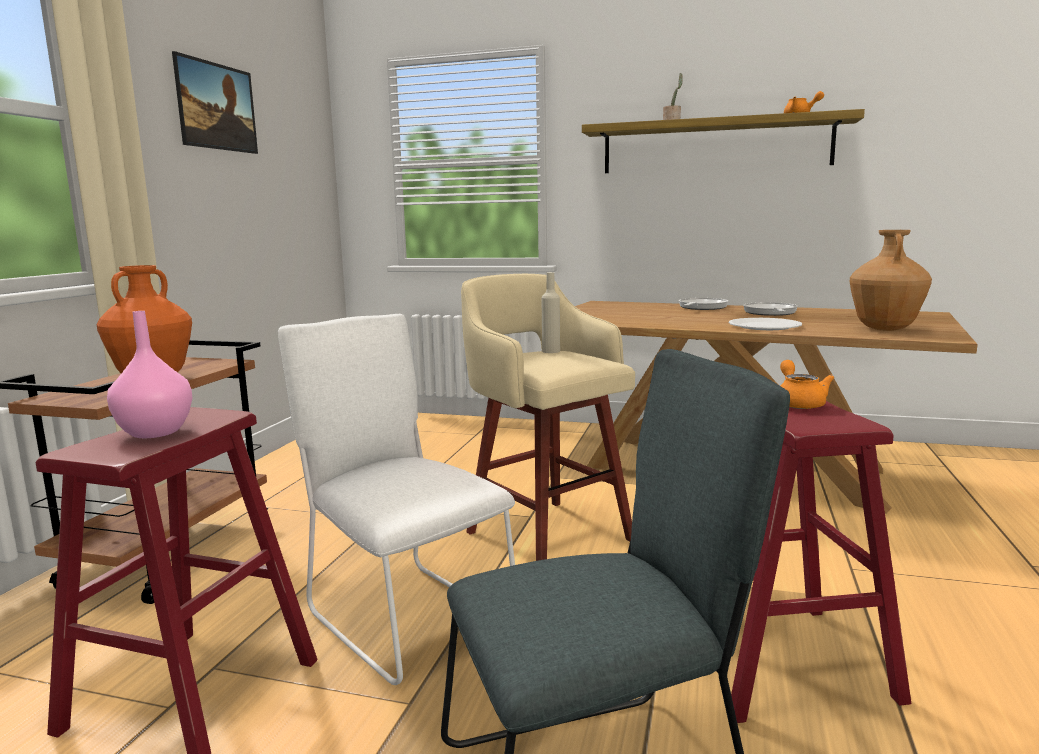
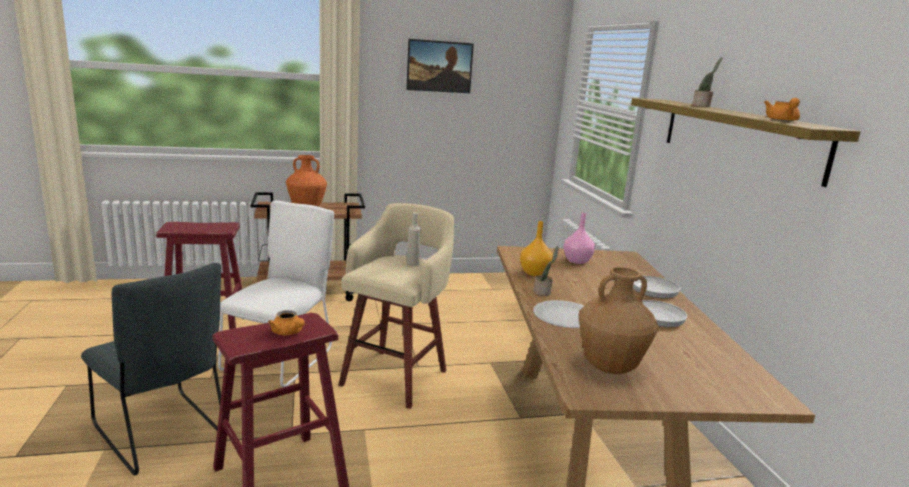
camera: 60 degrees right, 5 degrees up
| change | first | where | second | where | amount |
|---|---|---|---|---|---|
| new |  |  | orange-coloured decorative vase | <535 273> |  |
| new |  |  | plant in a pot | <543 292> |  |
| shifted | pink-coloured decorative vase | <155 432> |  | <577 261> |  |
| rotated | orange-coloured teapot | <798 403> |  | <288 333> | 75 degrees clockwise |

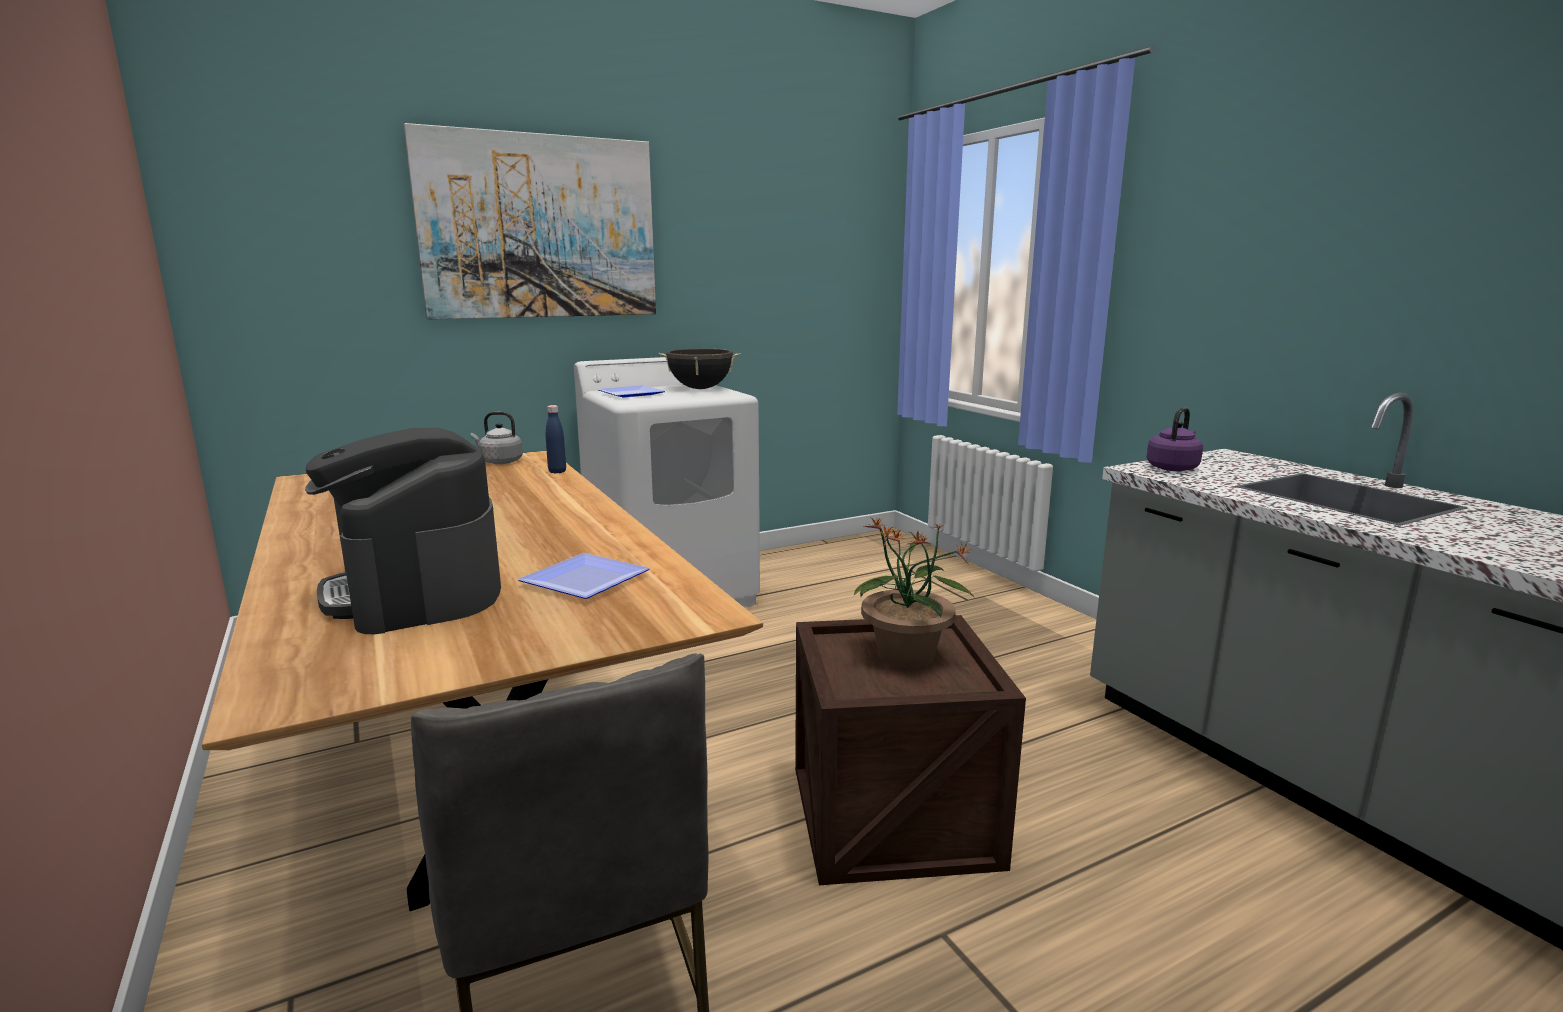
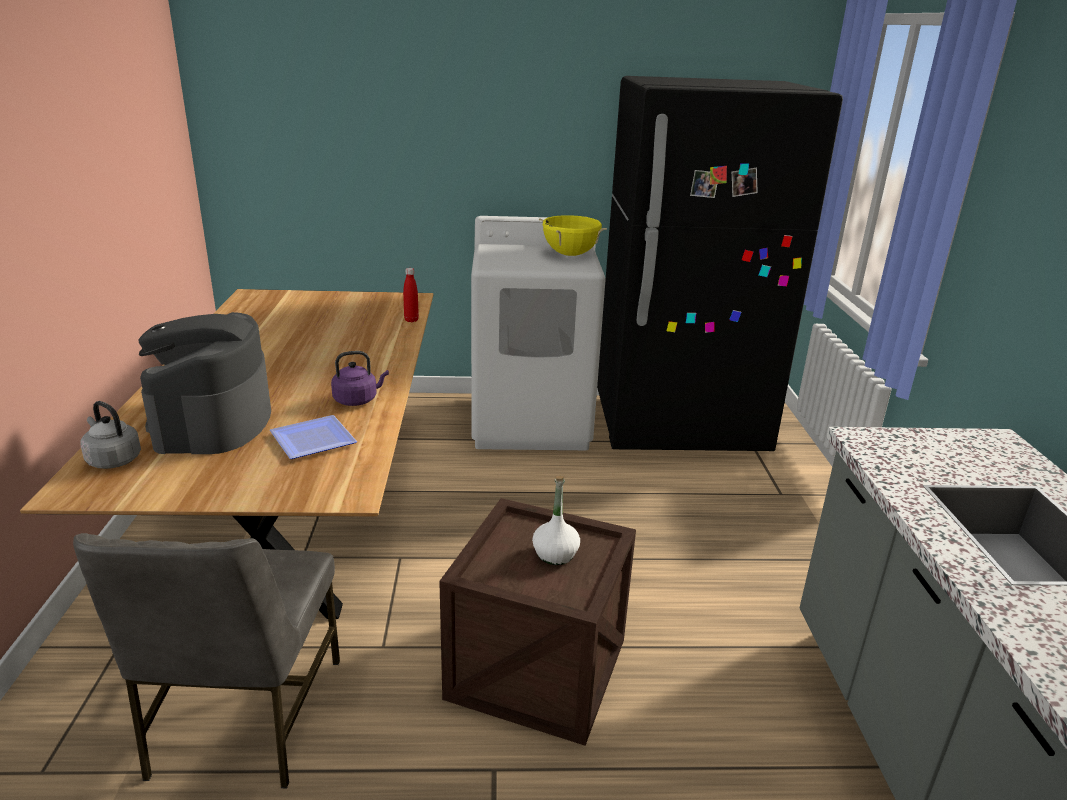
camera: 25 degrees right, 10 degrees up
| change | first | where | second | where | amount |
|---|---|---|---|---|---|
| gone | picture | <540 227> |  |  |  |
| gone | plate | <628 394> |  |  |  |
| new |  |  | blackish fridge | <679 426> |  |
| shifted | grey kettle | <499 462> |  | <112 459> |  |
| shifted | purple kettle | <1173 468> |  | <358 400> |  |
| swapped | plant in a pot | <906 656> | white-coloured bottle | <555 554> |  |
| repainted | blue bottle | <557 471> | red bottle | <411 320> |  |
| repainted | blackish cooking pot | <700 388> | yellow-coloured cooking pot | <570 254> |  |

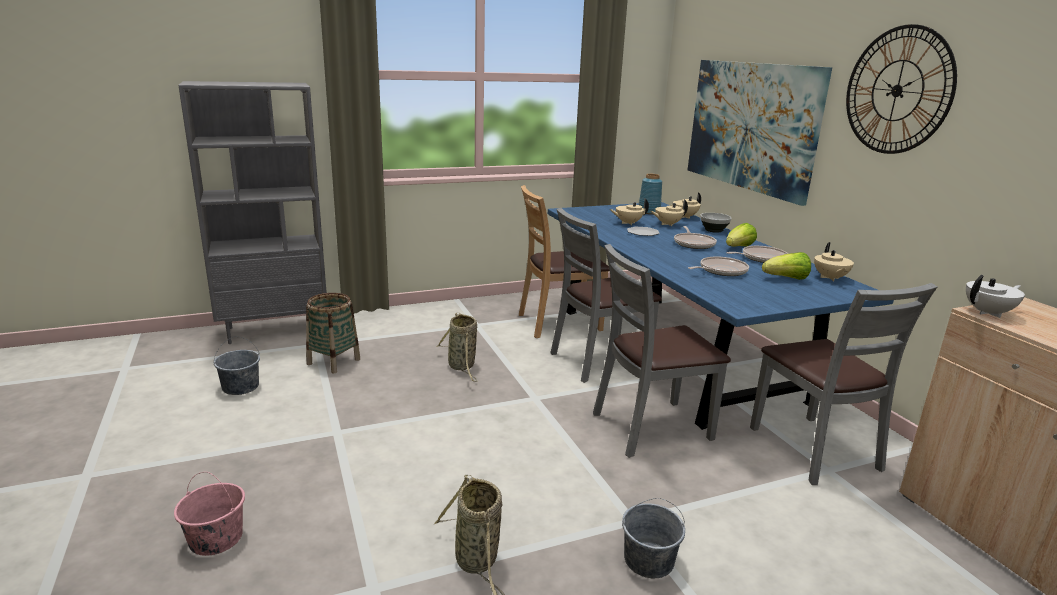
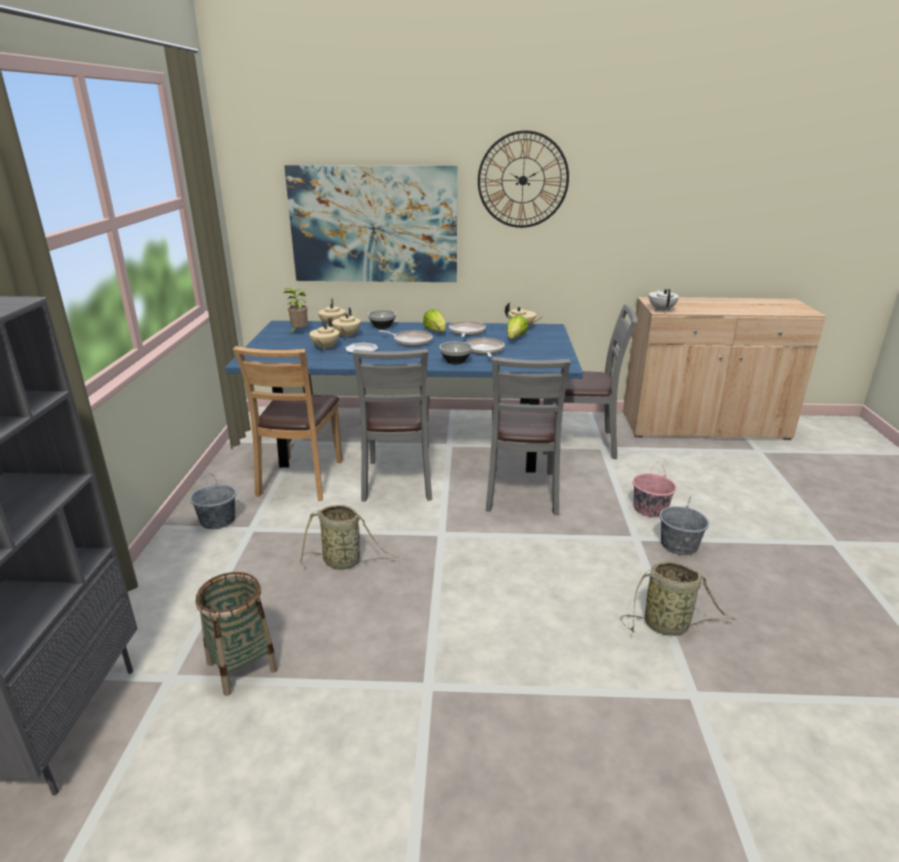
camera: 65 degrees left, 5 degrees up
| change | first | where | second | where | amount |
|---|---|---|---|---|---|
| new |  |  | serving bowl | <455 361> |  |
| shifted | pink-coloured water bucket | <215 538> |  | <650 509> |  |
| shifted | grey water bucket | <240 387> |  | <217 520> |  |
| swapped | blue decorative vase | <648 211> | plant in a pot | <298 332> |  |

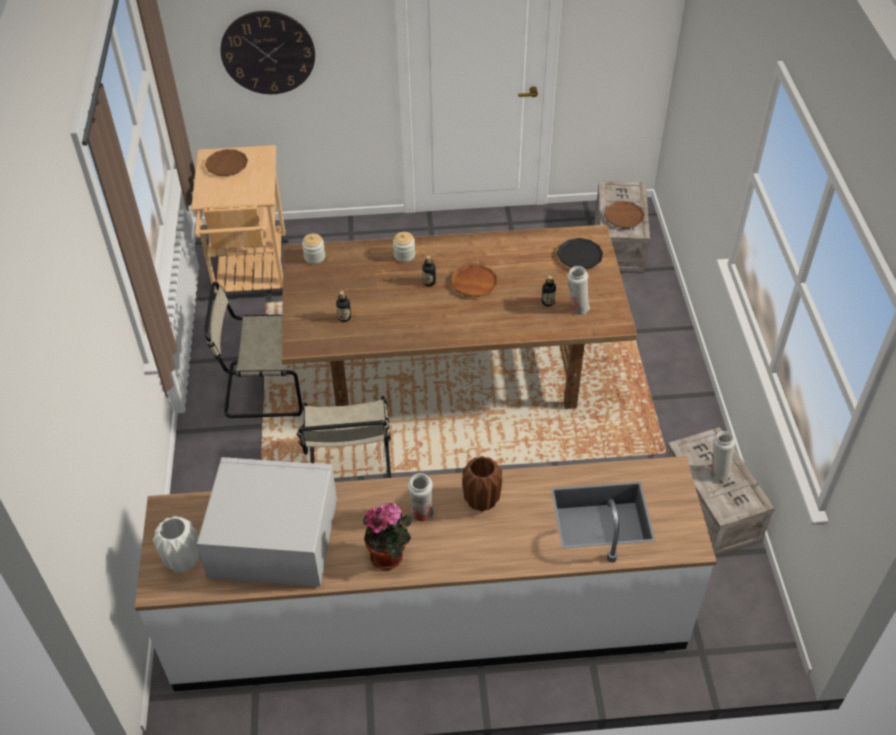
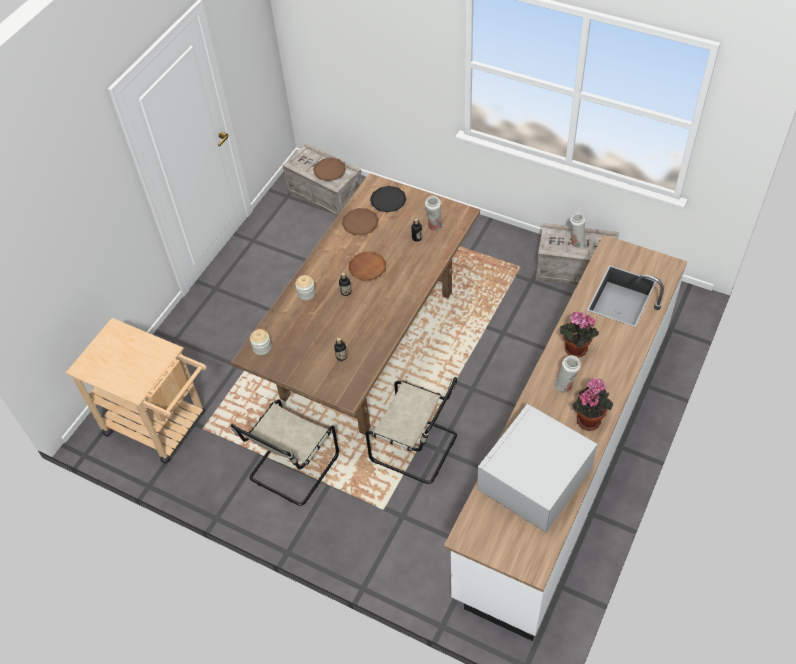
camera: 55 degrees left, 5 degrees up
| change | first | where | second | where | amount |
|---|---|---|---|---|---|
| gone | white-coloured decorative vase | <184 561> |  |  |  |
| gone | hanging clock | <268 52> |  |  |  |
| shifted | brownish plate | <227 165> |  | <360 223> |  |
| swapped | brownish decorative vase | <481 501> | plant in a pot | <574 350> |  |

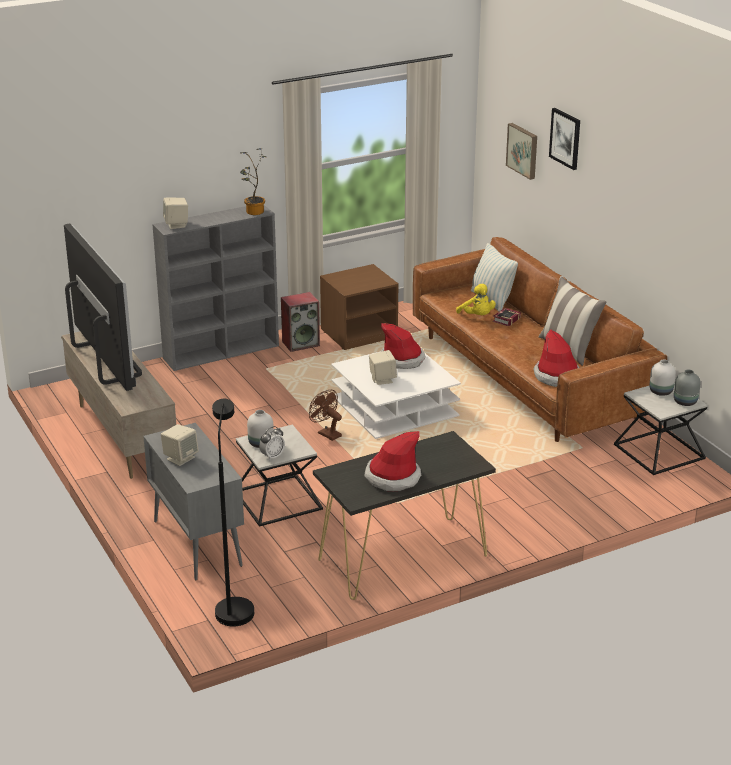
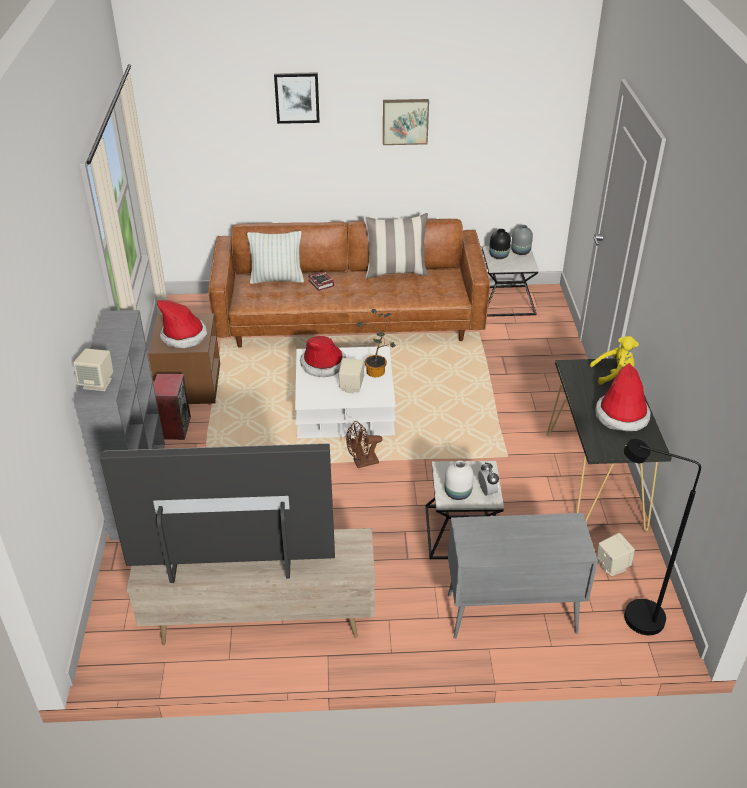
camera: 65 degrees left, 10 degrees up
| change | first | where | second | where | amount |
|---|---|---|---|---|---|
| shifted | beige loudspeaker | <180 458> |  | <612 566> |  |
| shifted | plant in a pot | <253 212> |  | <377 373> |  |
| shifted | yellow-coloured plush toy | <477 316> |  | <614 373> |  |
| shifted | picture | <523 150> |  | <405 121> |  |
| shifted | hat | <557 376> |  | <184 336> |  |
| repainted | white-coloured decorative vase | <660 391> | blackish decorative vase | <498 256> |  |

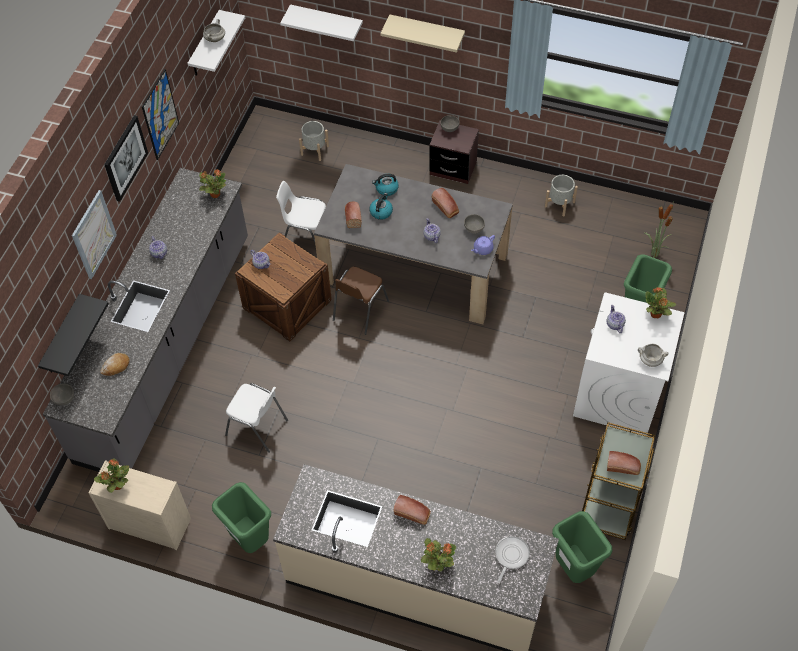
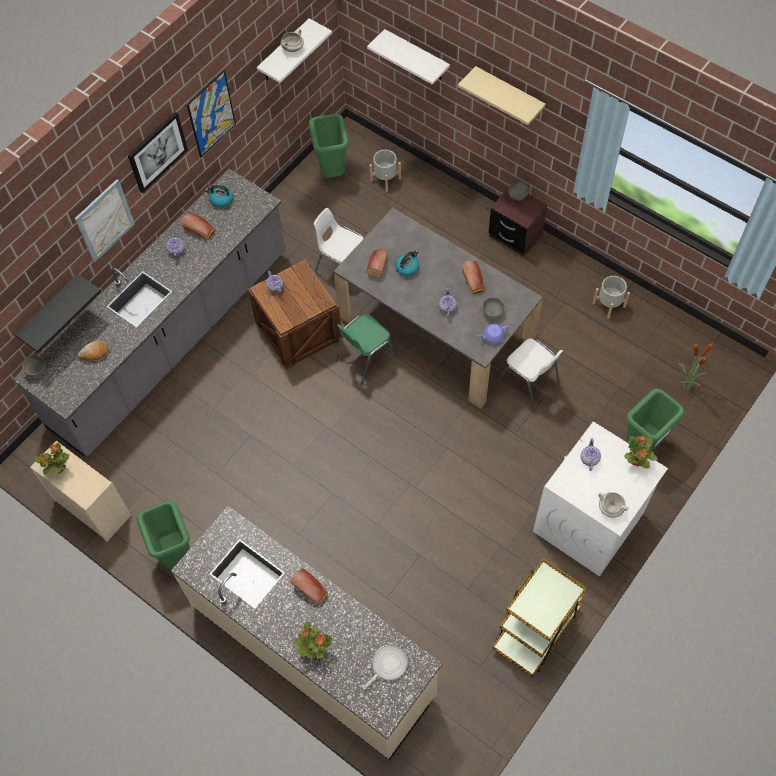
camera: 20 degrees right, 5 degrees up
| change | first | where | second | where | amount |
|---|---|---|---|---|---|
| gone | plant in a pot | <215 194> |  |  |  |
| shifted | white-coloured chair | <257 428> |  | <529 383> |  |
| shifted | kettle | <386 189> |  | <221 200> |  |
| shifted | green-coloured waste bin | <574 569> |  | <332 173> |  |
| shifted | bread | <623 467> |  | <200 230> |  |
| repainted | brownish chair | <359 311> | green-coloured chair | <365 358> |  |

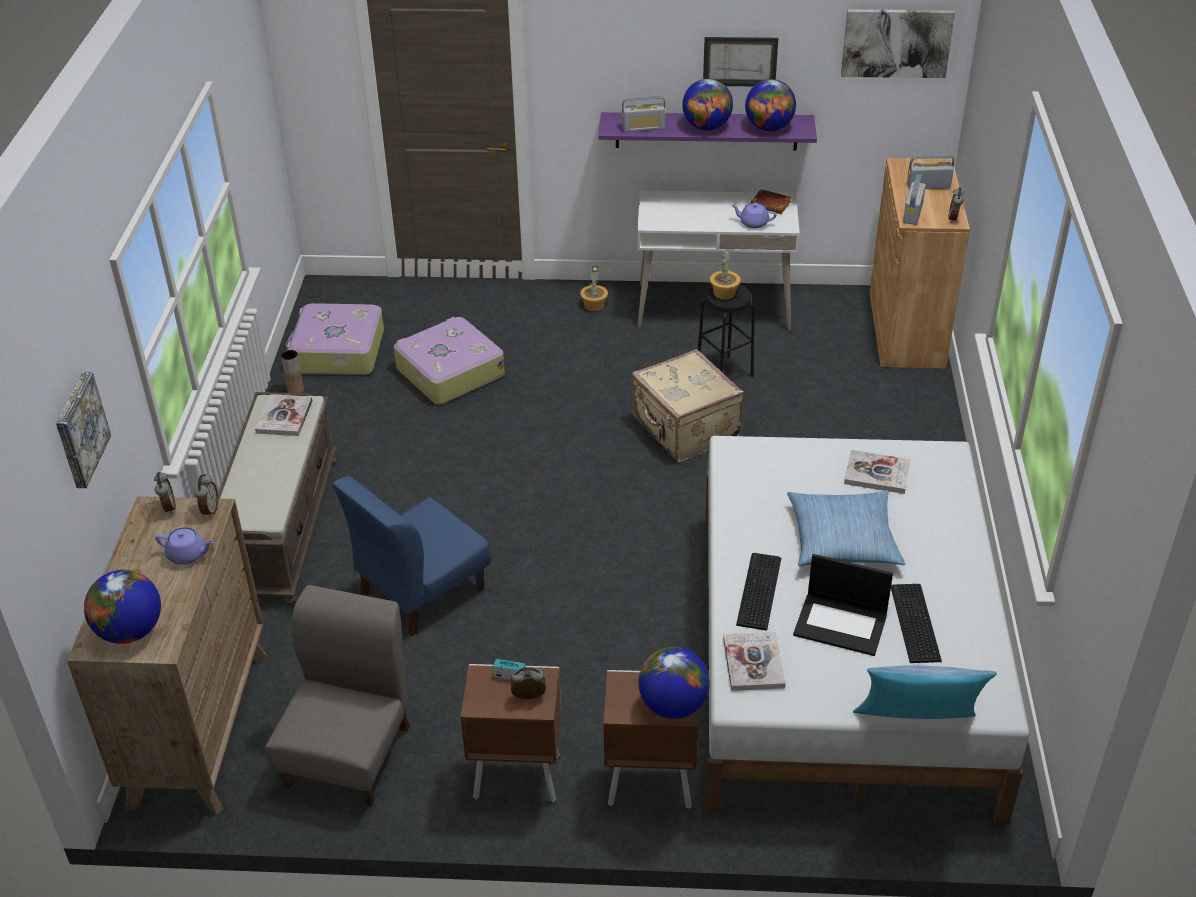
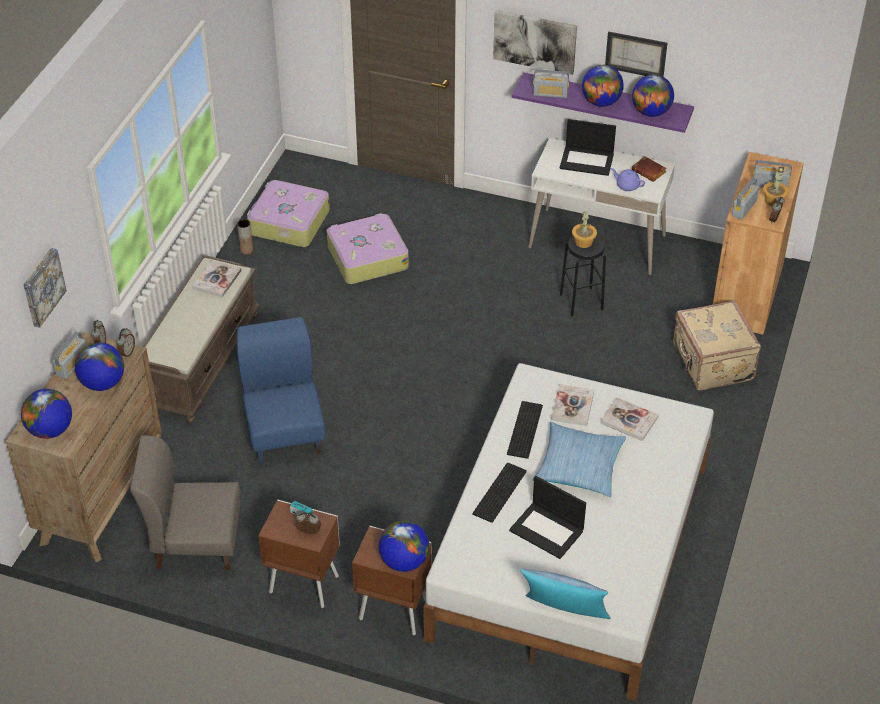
camera: 15 degrees right, 5 degrees up
| change | first | where | second | where | amount |
|---|---|---|---|---|---|
| new |  |  | radio set | <72 365> |  |
| new |  |  | laptop | <587 161> |  |
| shifted | plant in a pot | <594 305> |  | <773 200> |  |
| shifted | beige piece of luggage | <684 430> |  | <711 363> |  |
| shifted | bound book | <753 663> |  | <572 406> |  |
| shifted | picture | <896 42> |  | <535 41> |  |
| shifted | keyboard | <913 624> |  | <523 430> |  |
| swapped | purple teapot | <188 555> | desk globe | <103 383> |  |
| rotated | grey chair | <349 755> |  | <195 542> | 120 degrees counterclockwise |
| rotated | blue chair | <421 591> |  | <285 432> | 105 degrees clockwise |

